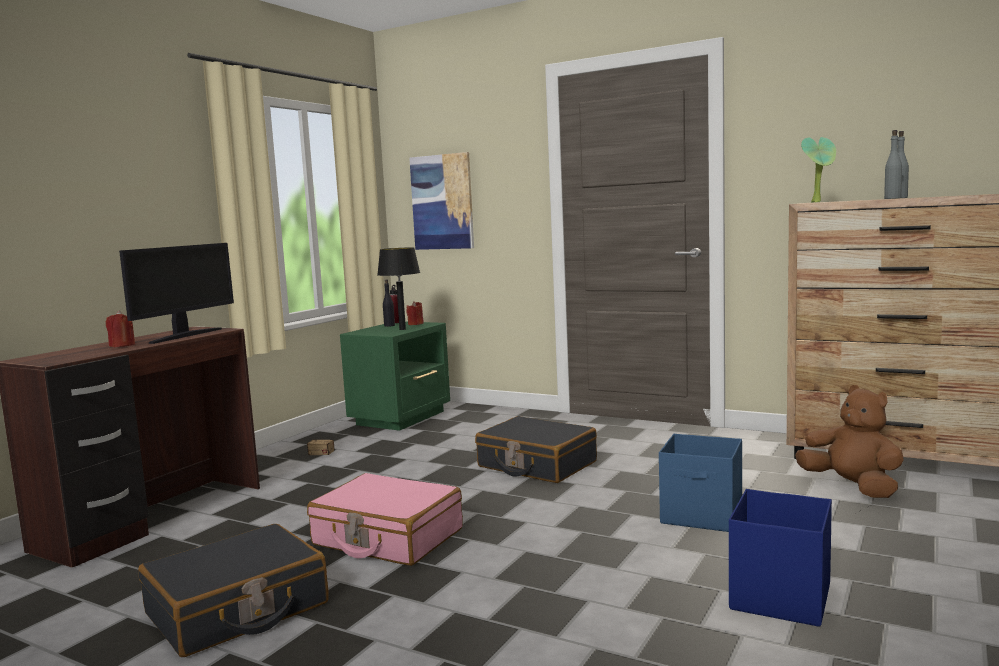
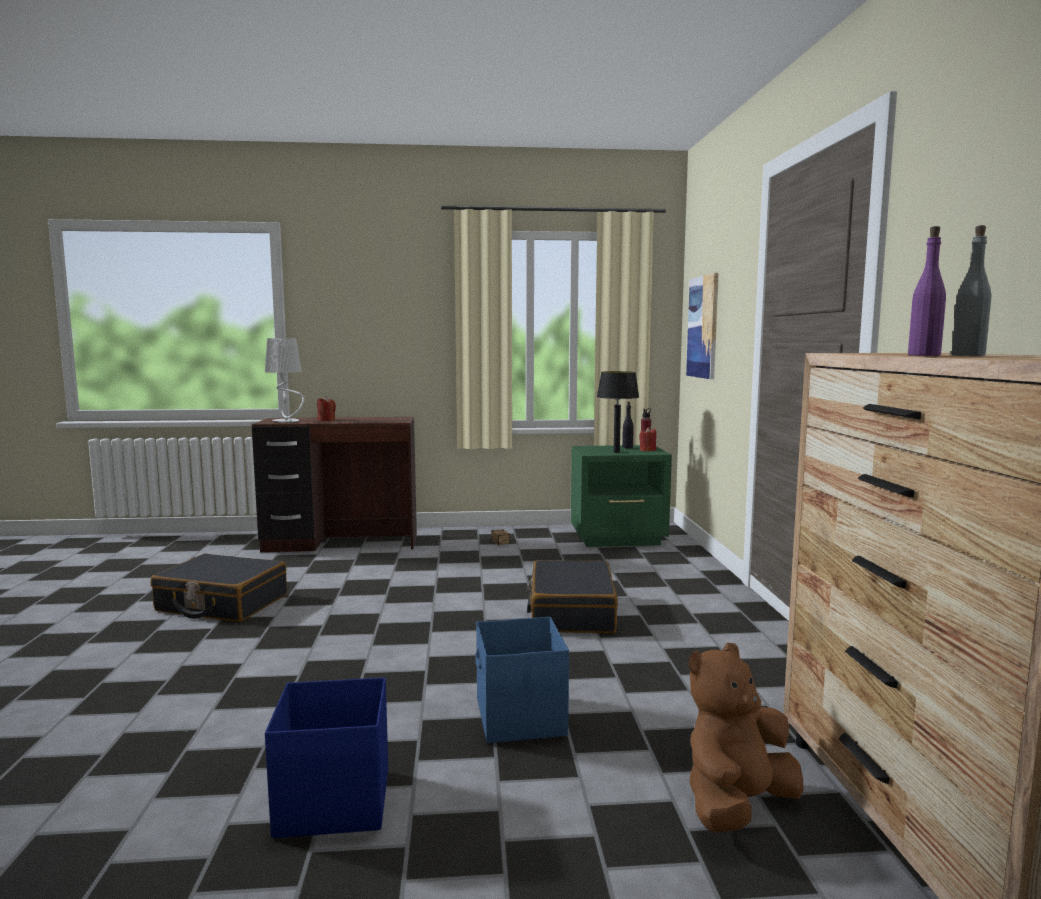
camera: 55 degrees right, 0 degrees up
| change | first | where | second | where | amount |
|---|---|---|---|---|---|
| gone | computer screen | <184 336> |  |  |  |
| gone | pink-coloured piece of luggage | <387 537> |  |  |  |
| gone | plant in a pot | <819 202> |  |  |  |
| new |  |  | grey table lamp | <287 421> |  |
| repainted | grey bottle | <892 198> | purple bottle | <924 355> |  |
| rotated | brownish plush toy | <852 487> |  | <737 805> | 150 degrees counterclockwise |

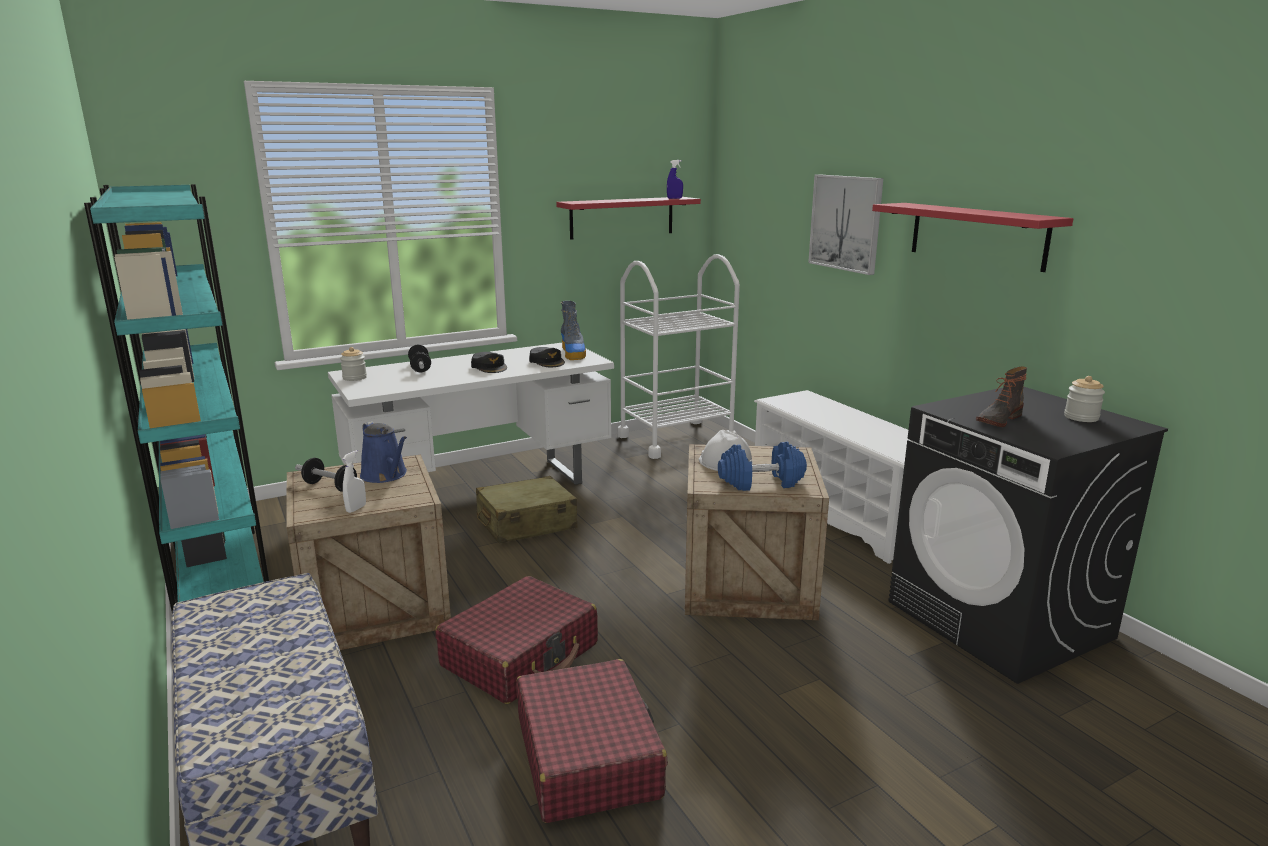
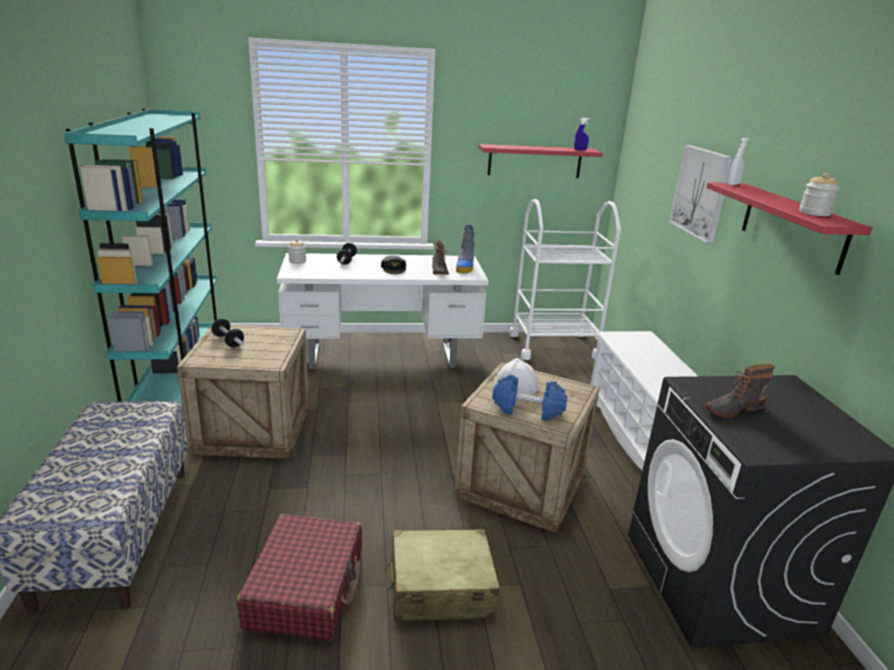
camera: 20 degrees right, 5 degrees up
| change | first | where | second | where | amount |
|---|---|---|---|---|---|
| gone | blue watering pot | <386 475> |  |  |  |
| gone | red piece of luggage | <521 655> |  |  |  |
| shifted | white-coloured spray bottle | <356 509> |  | <733 184> |  |
| shifted | beige piece of luggage | <526 524> |  | <440 588> |  |
| shifted | jar | <1081 417> |  | <814 213> |  |
| swapped | blackish peaked cap | <547 362> | boot | <439 271> |  |

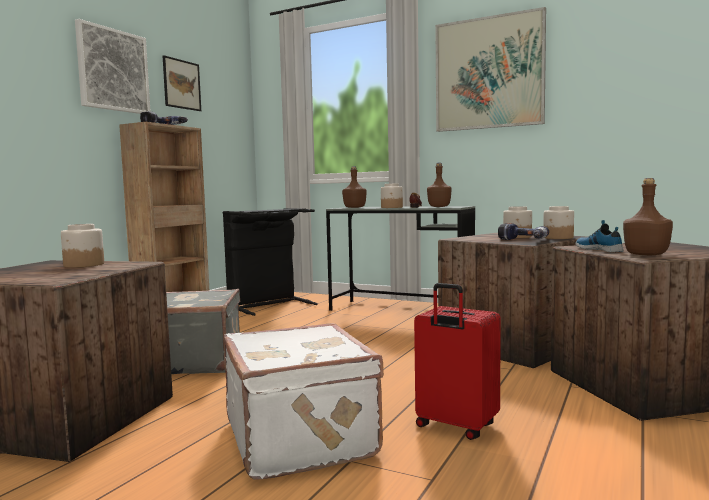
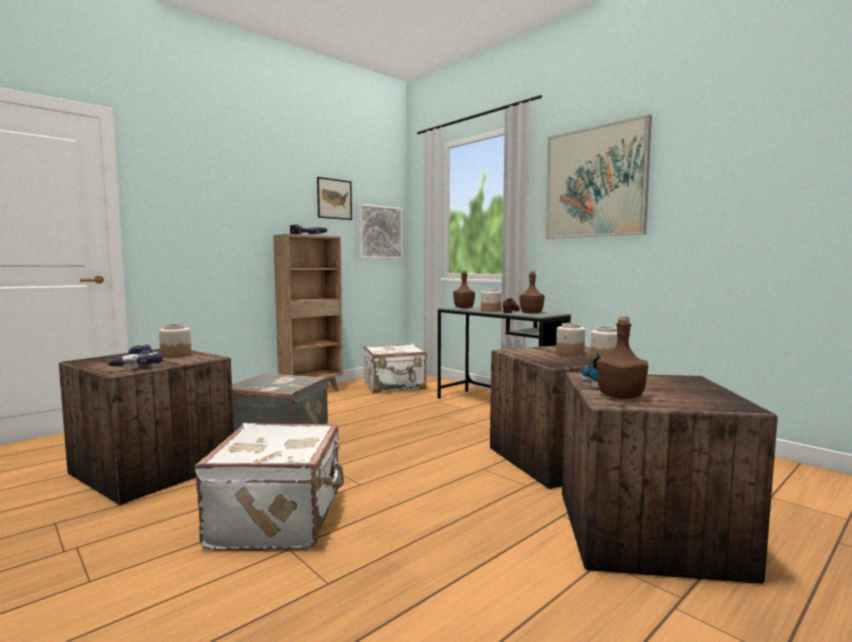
camera: 20 degrees right, 0 degrees up
| change | first | where | second | where | amount |
|---|---|---|---|---|---|
| gone | red piece of luggage | <455 427> |  |  |  |
| shifted | picture | <113 70> |  | <380 232> |  |
| shifted | power drill | <522 241> |  | <134 366> |  |
| swapped | blackish washing basket | <268 305> | white-coloured piece of luggage | <395 386> |  |

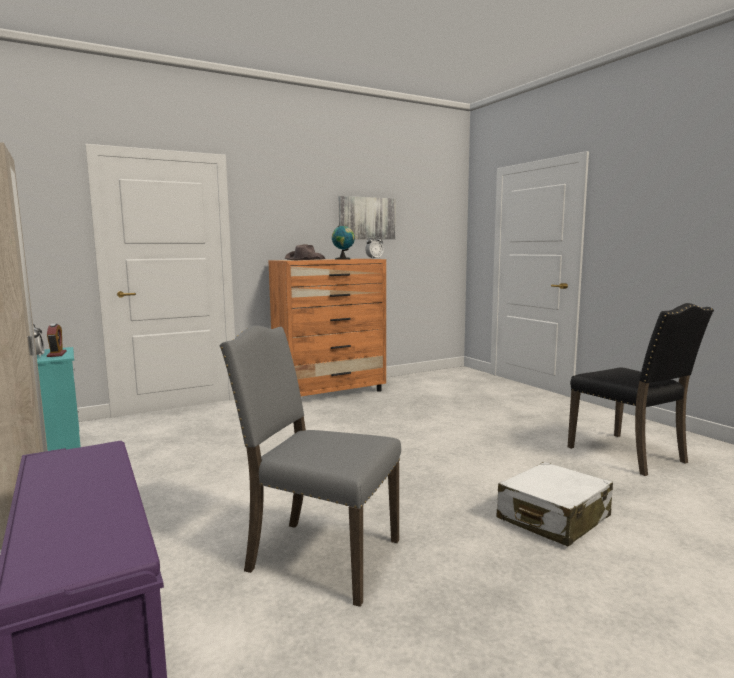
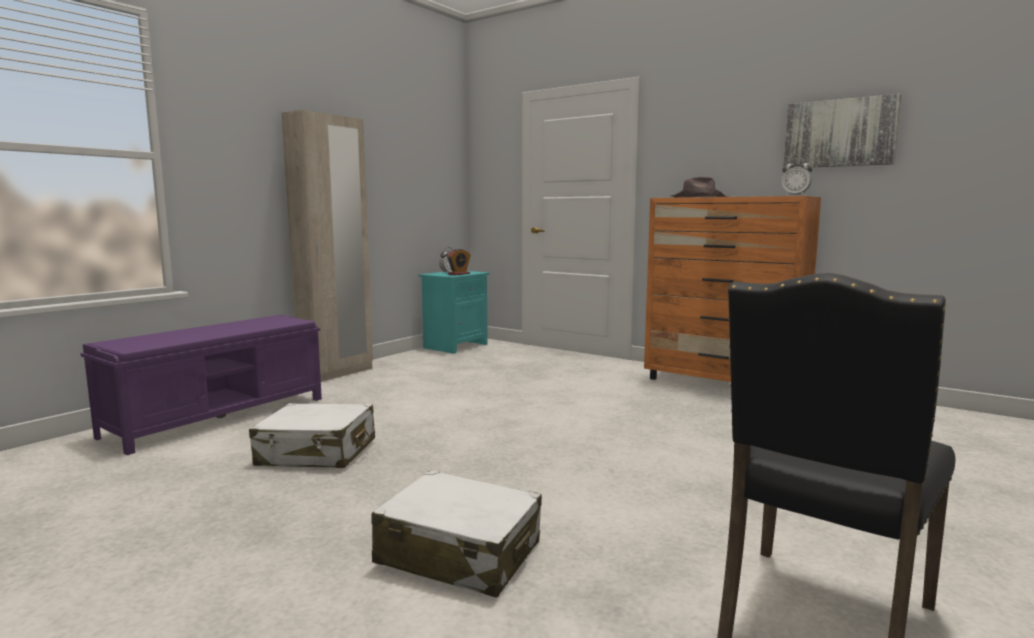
camera: 65 degrees right, 0 degrees up
| change | first | where | second | where | amount |
|---|---|---|---|---|---|
| gone | desk globe | <343 259> |  |  |  |
| swapped | grey chair | <319 556> | white-coloured piece of luggage | <317 453> |  |

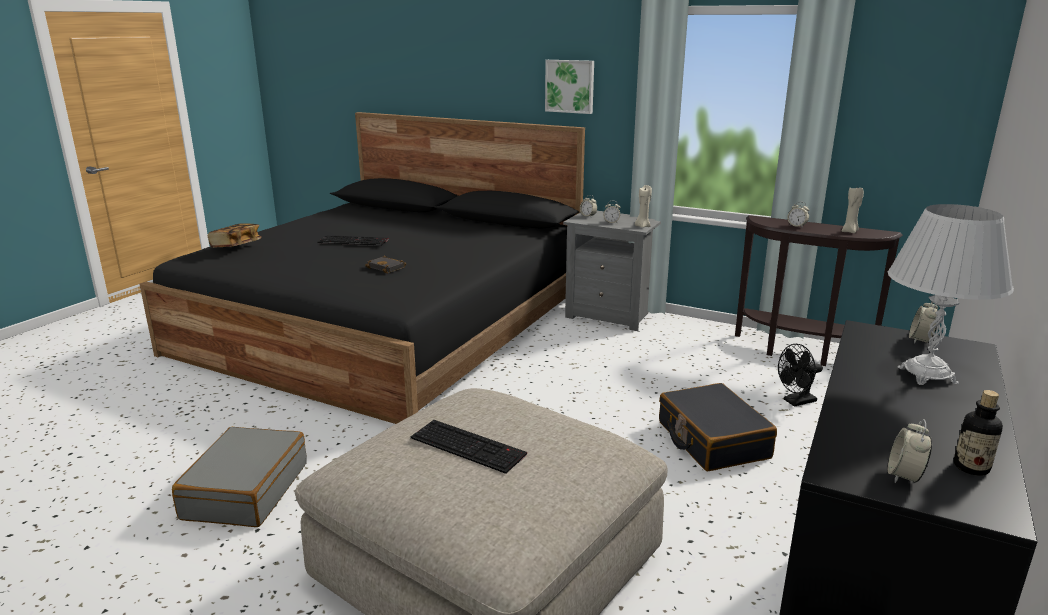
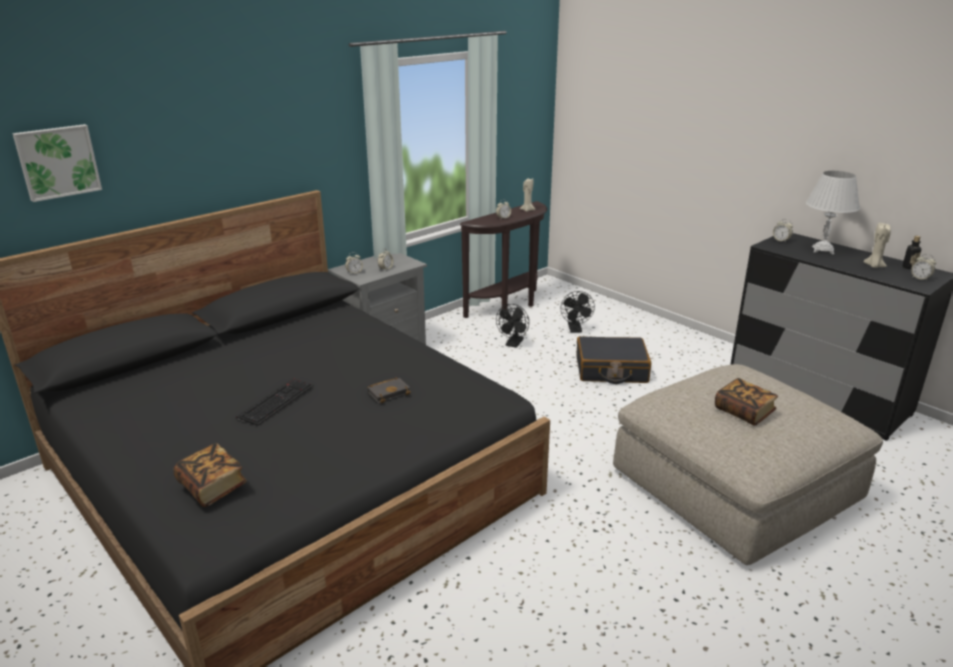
camera: 70 degrees left, 5 degrees up
| change | first | where | second | where | amount |
|---|---|---|---|---|---|
| gone | grey piece of luggage | <245 490> |  |  |  |
| new |  |  | blackish electric fan | <513 344> |  |
| shifted | picture | <570 86> |  | <57 162> |  |
| shifted | beige wax candle | <642 226> |  | <874 266> |  |
| swapped | keyboard | <470 446> | bound book | <744 412> |  |

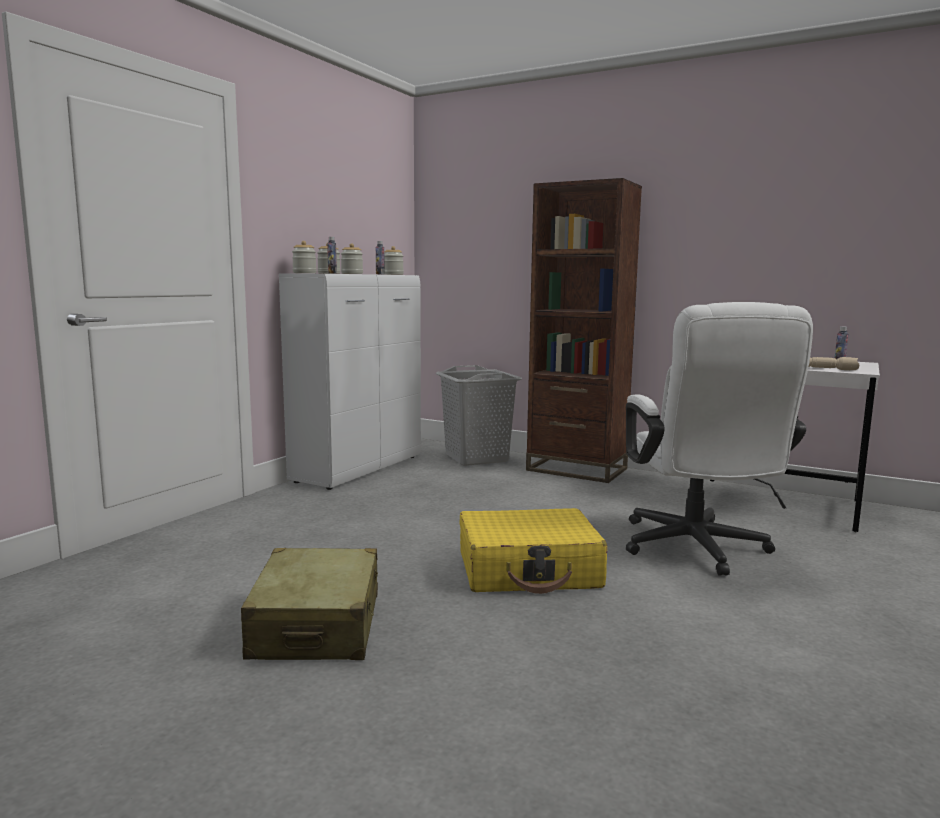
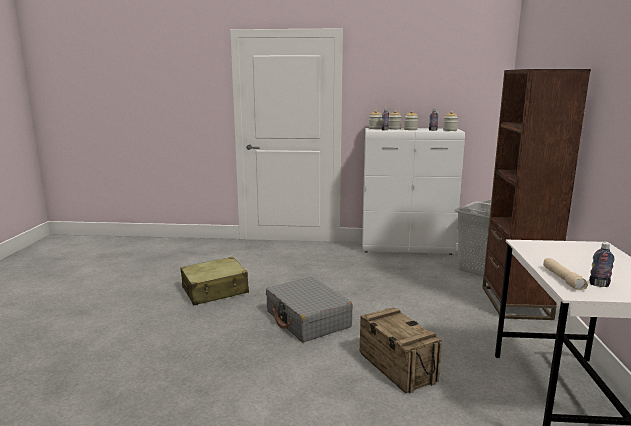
camera: 65 degrees right, 5 degrees up
| change | first | where | second | where | amount |
|---|---|---|---|---|---|
| swapped | white-coloured computer chair | <697 550> | crate | <396 367> |  |
| repainted | yellow-coloured piece of luggage | <529 570> | grey piece of luggage | <308 319> |  |

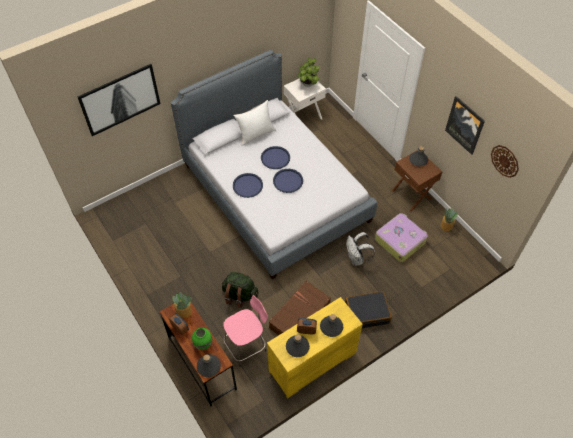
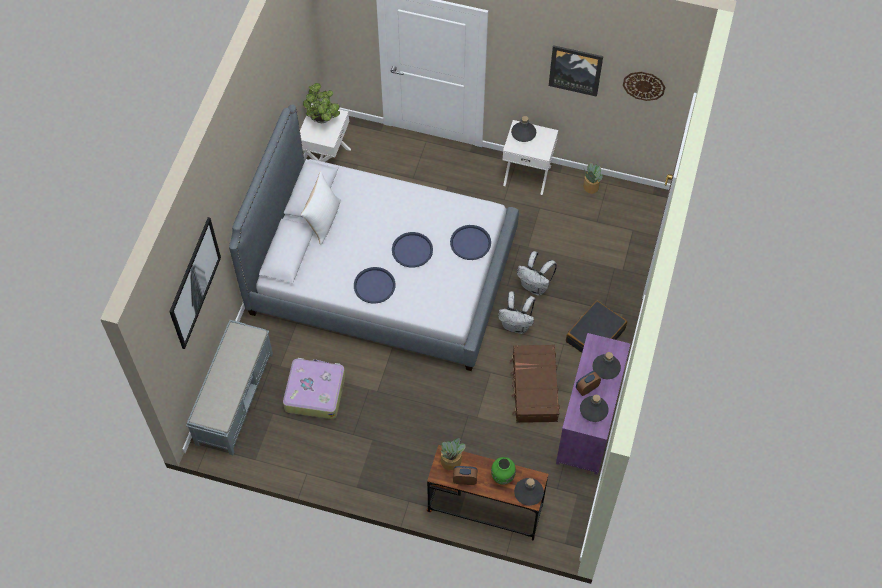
camera: 40 degrees left, 5 degrees up
| change | first | where | second | where | amount |
|---|---|---|---|---|---|
| gone | green-coloured knapsack | <240 295> |  |  |  |
| gone | pink-coloured stool seat | <246 345> |  |  |  |
| new |  |  | grey indoor bench | <235 397> |  |
| new |  |  | white-coloured knapsack | <516 325> |  |
| shifted | blue tray | <275 158> |  | <470 243> |  |
| shifted | piece of luggage | <400 240> |  | <315 392> |  |
| repainted | yellow-coloured dresser | <312 363> | purple dresser | <589 423> |  |
| repainted | brownish bedside table | <412 194> | white-coloured bedside table | <527 174> |  |

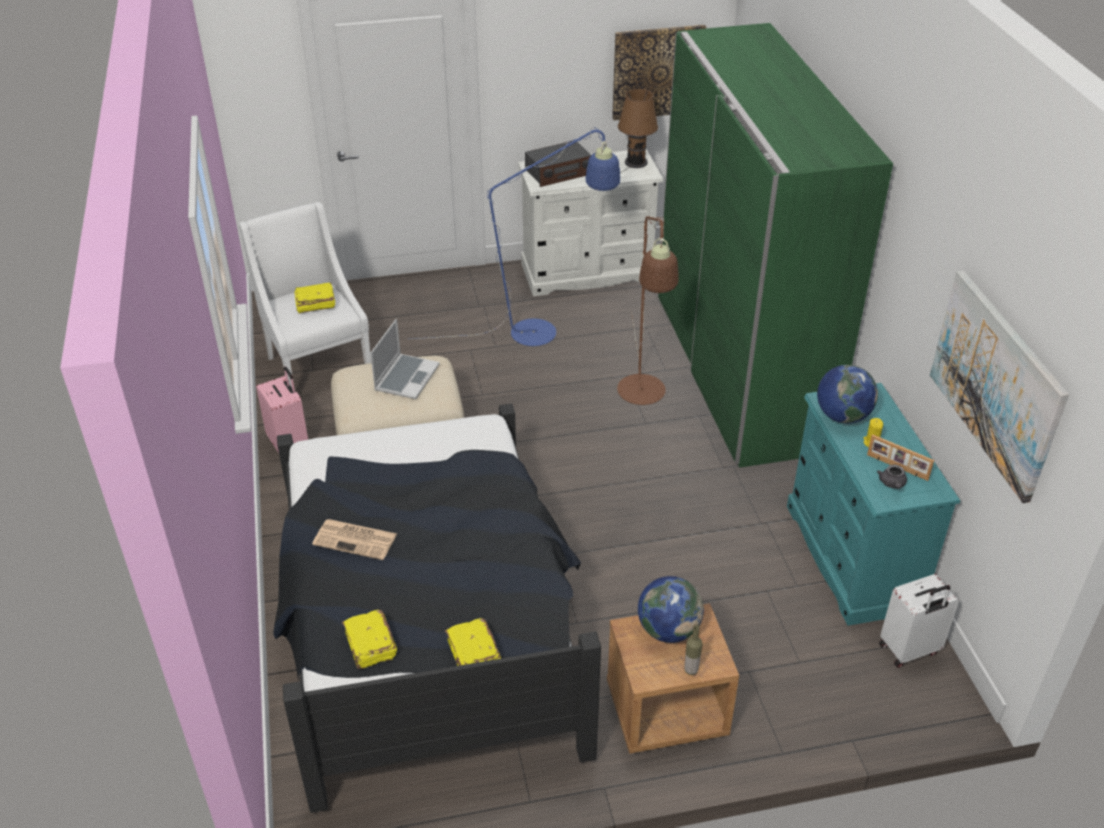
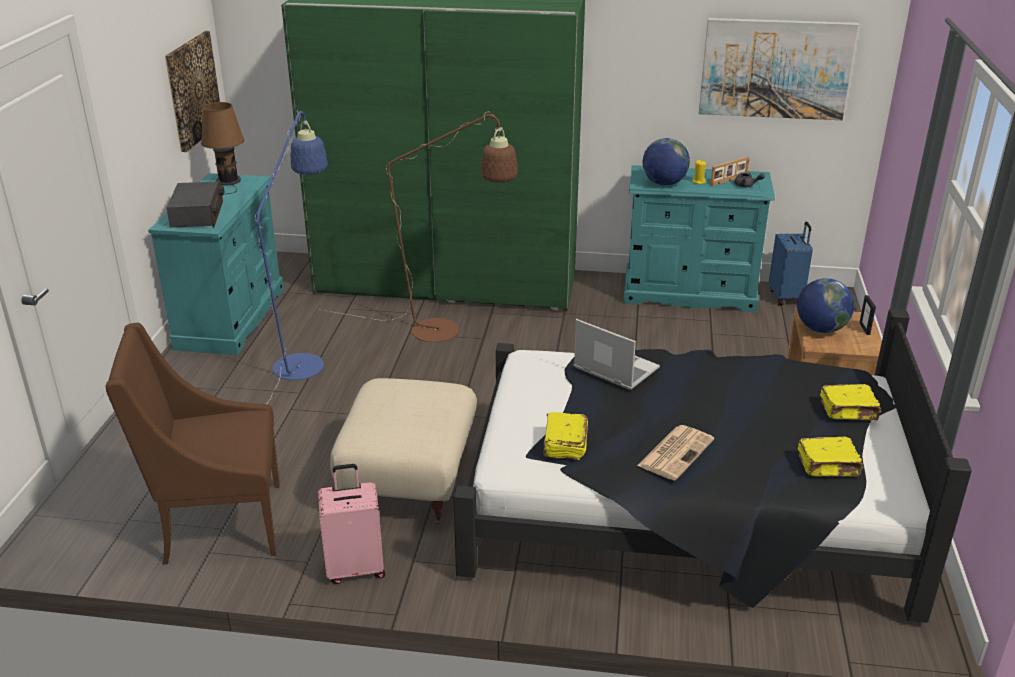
camera: 70 degrees left, 10 degrees down
| change | first | where | second | where | amount |
|---|---|---|---|---|---|
| shifted | yellow-coloured bound book | <315 304> |  | <564 444> |  |
| shifted | laptop | <406 377> |  | <614 369> |  |
| swapped | bottle | <691 670> | photo frame | <864 329> |  |
| repainted | white-coloured lounge chair | <317 366> | brownish lounge chair | <218 524> |  |
| repainted | white-coloured dresser | <587 272> | turquoise-coloured dresser | <231 318> |  |
| repainted | white-coloured piece of luggage | <909 650> | blue piece of luggage | <786 297> |  |

